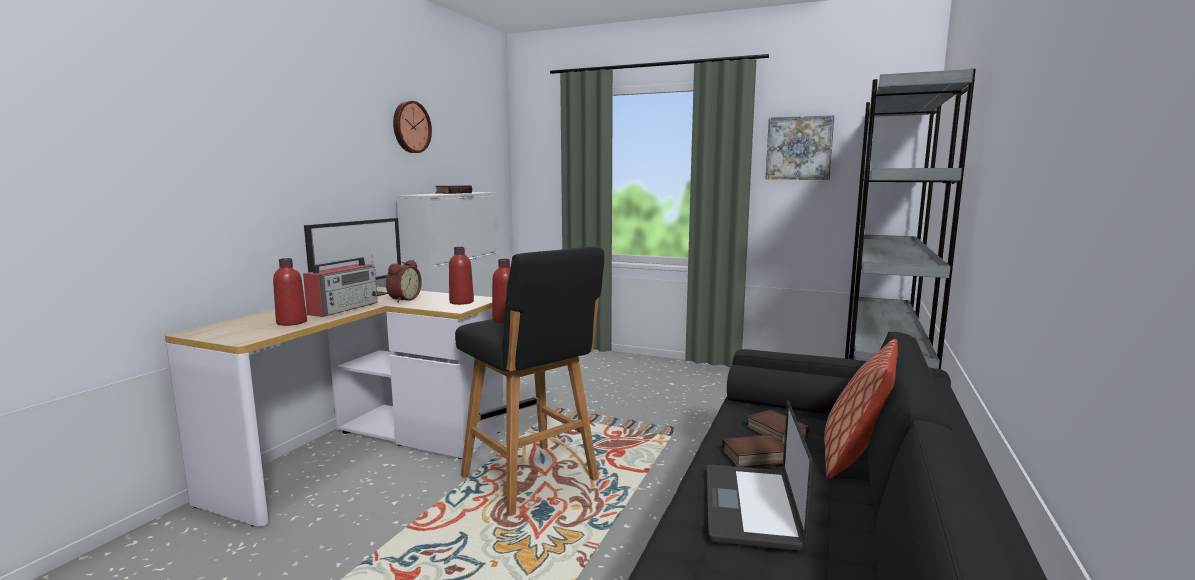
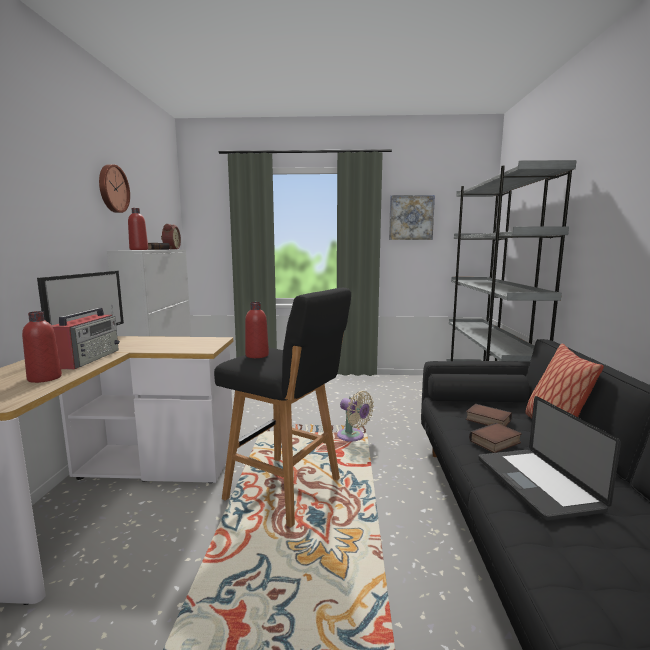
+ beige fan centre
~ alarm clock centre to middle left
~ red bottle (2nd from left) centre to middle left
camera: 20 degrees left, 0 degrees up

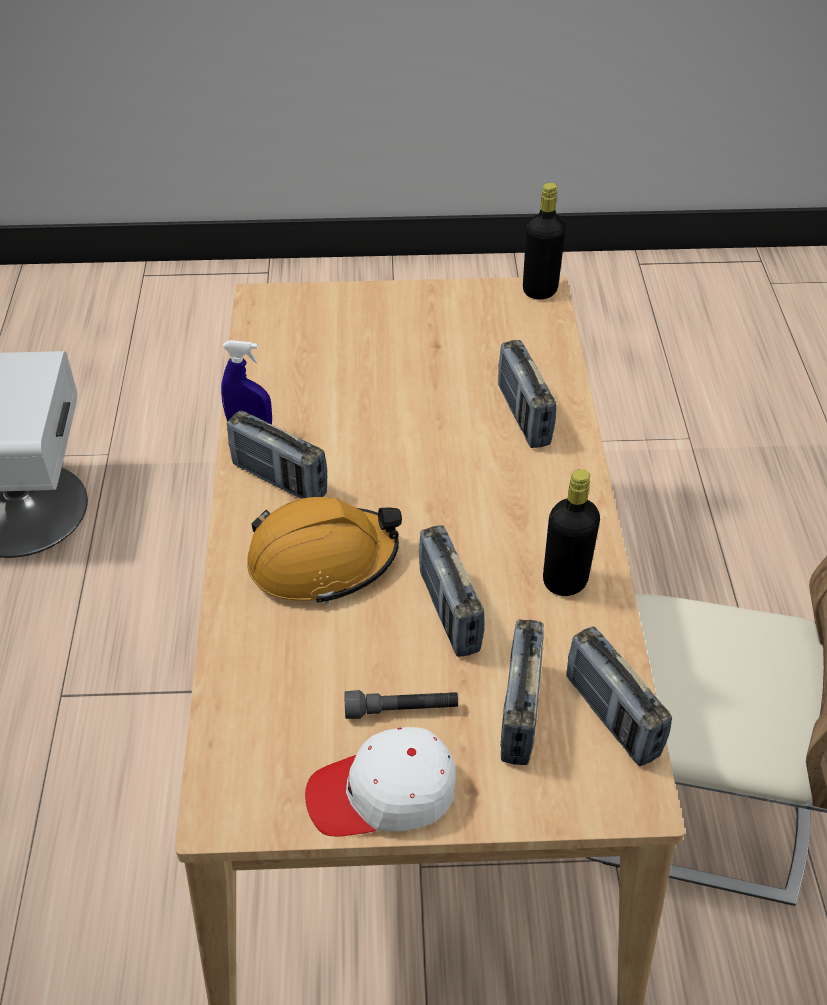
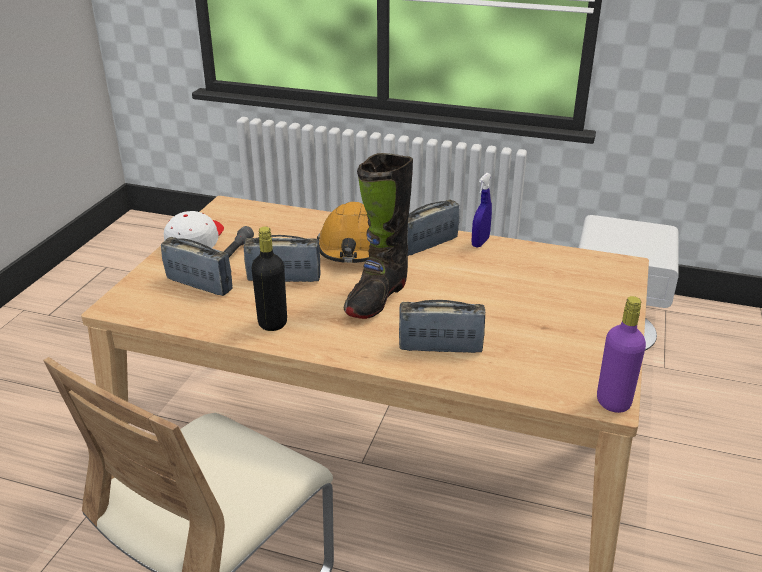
- radio (5th from left) bottom right
+ black boot centre
~ black bottle (1st from left) top centre to purple bottle middle right
camera: 110 degrees right, 15 degrees down

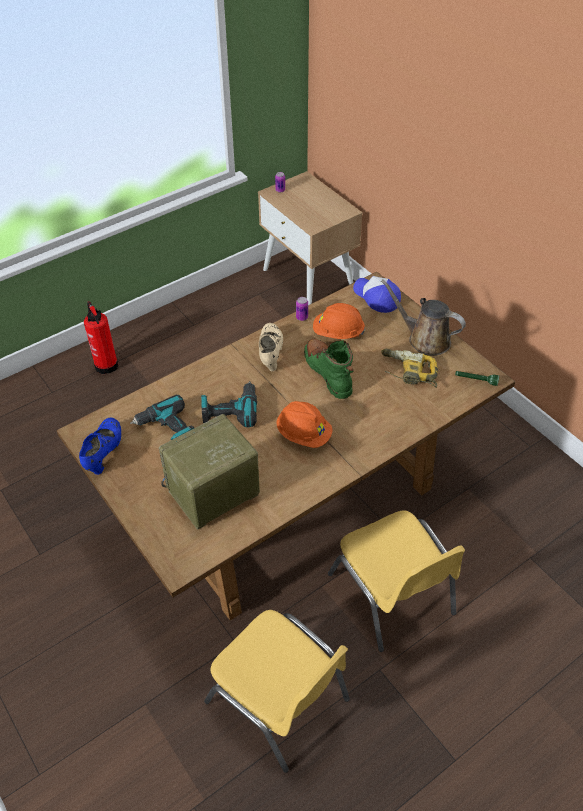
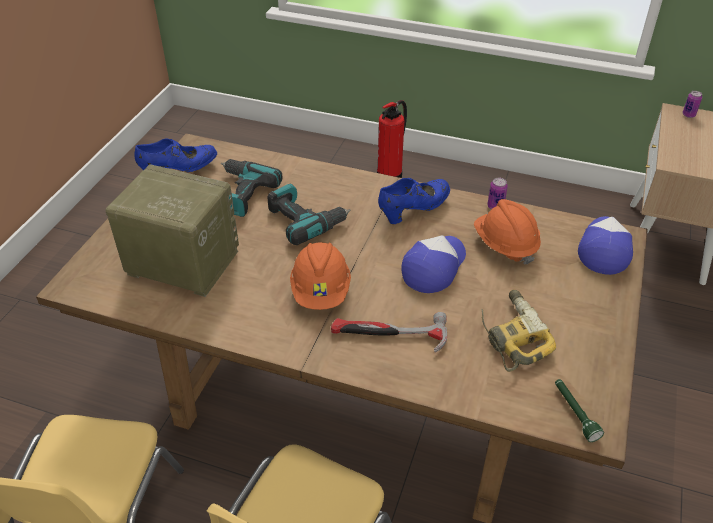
- brown watering can middle right
+ hammer centre
~ green boot centre to cap (1st from left) centre
~ beige shoe centre to blue shoe (2nd from left) centre
camera: 55 degrees right, 5 degrees down

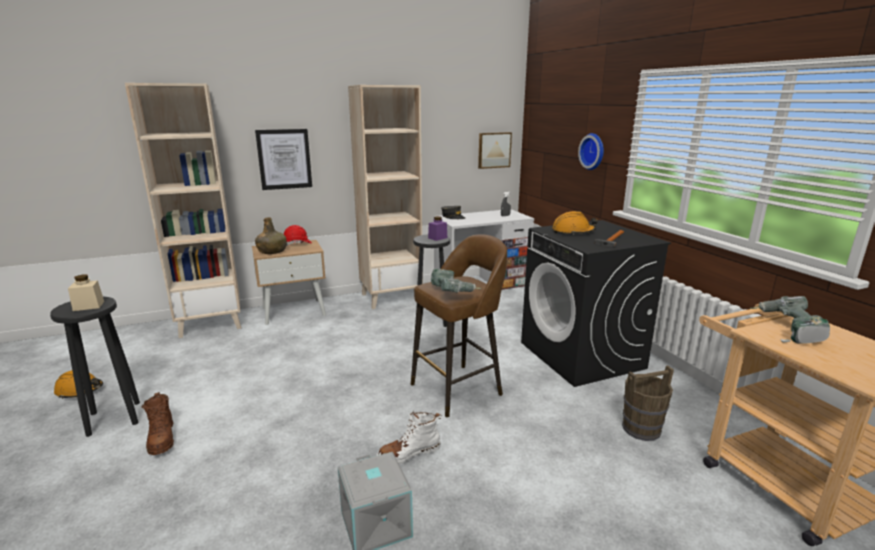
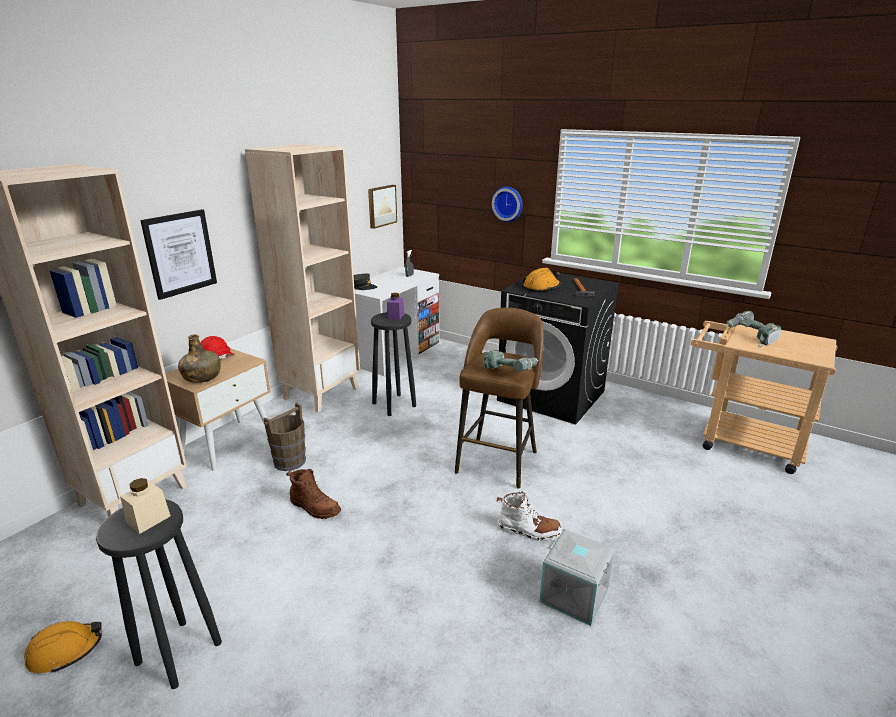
~ brown boot bottom left to bottom centre
~ brown bucket bottom right to middle left
~ white boot bottom centre = bottom centre 105 degrees counterclockwise
camera: 35 degrees left, 5 degrees up

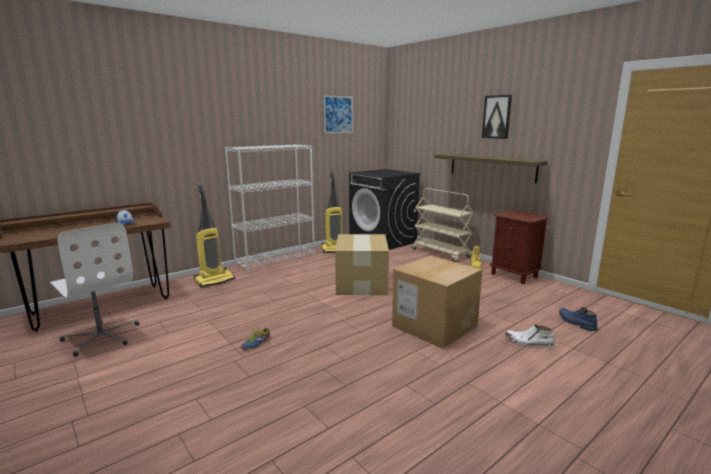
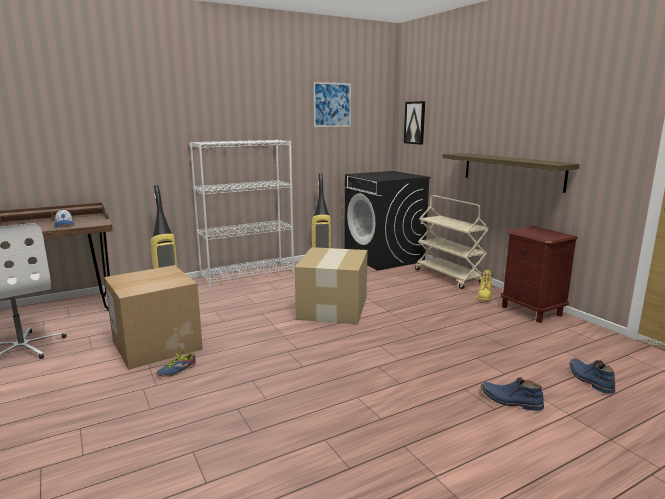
~ cardboard box (2nd from left in the first image) centre to cardboard box (1st from left) middle left
~ picture (2nd from left) top right to top centre
~ white boot bottom right to blue boot (1st from left) bottom right
camera: 10 degrees right, 0 degrees up

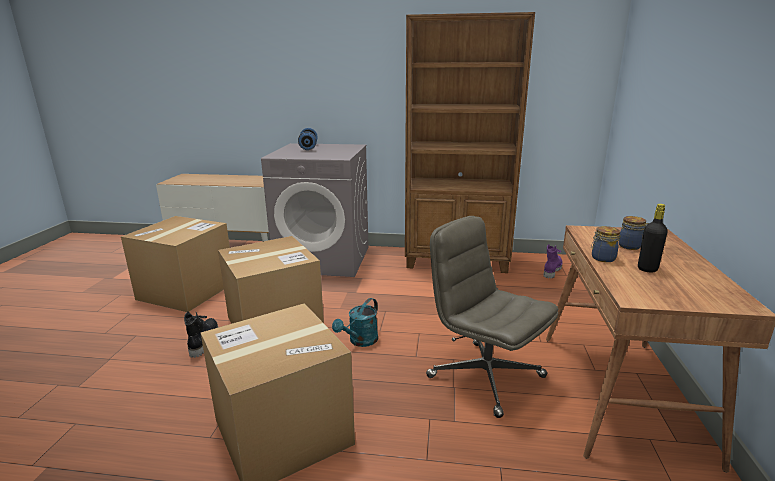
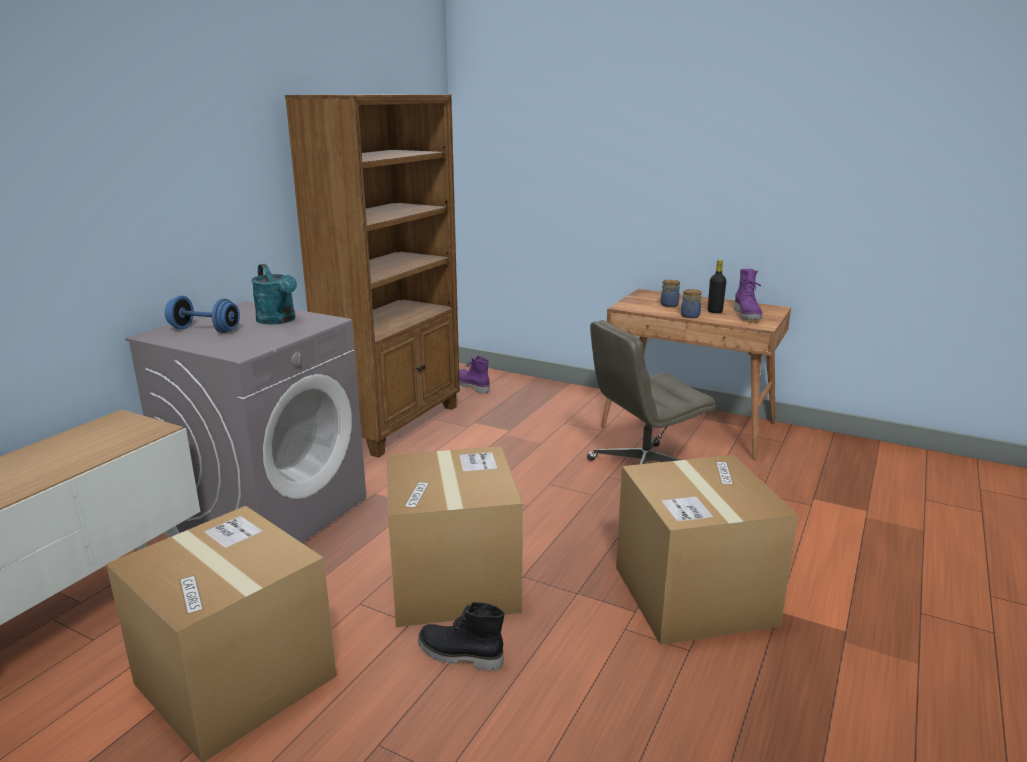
+ purple boot (2nd from left) middle right
~ turquoise watering can bottom centre to middle left
camera: 70 degrees left, 0 degrees up

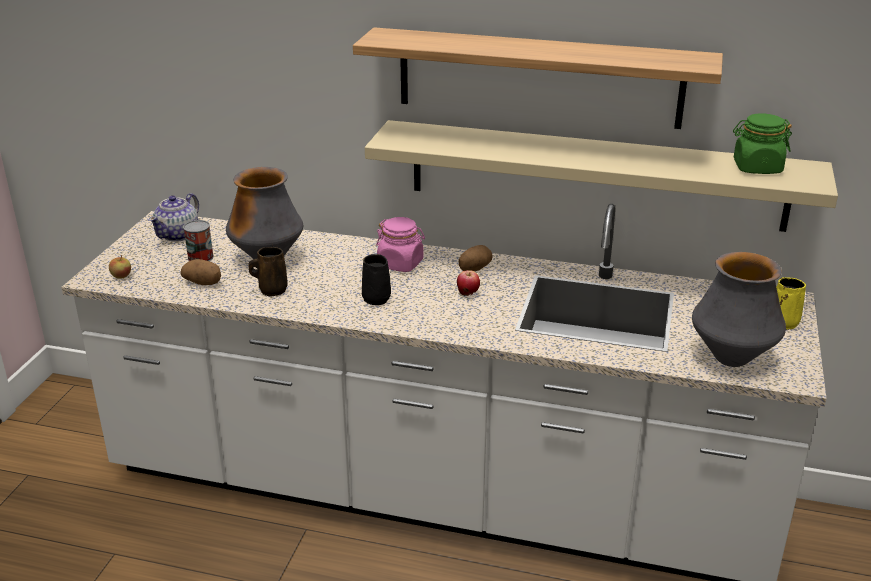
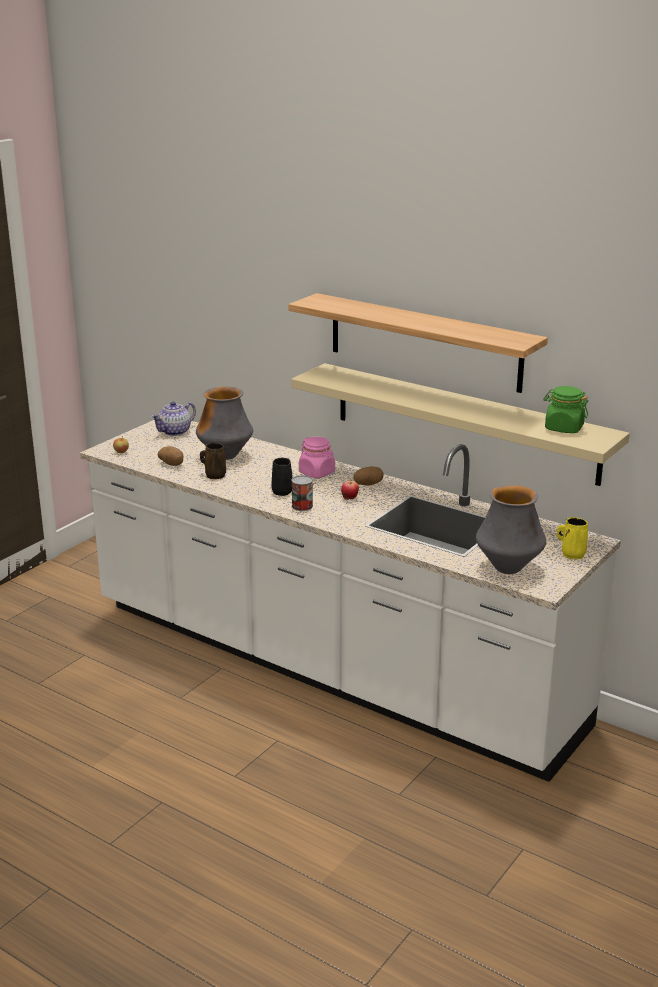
~ can middle left to centre
camera: 20 degrees right, 5 degrees down

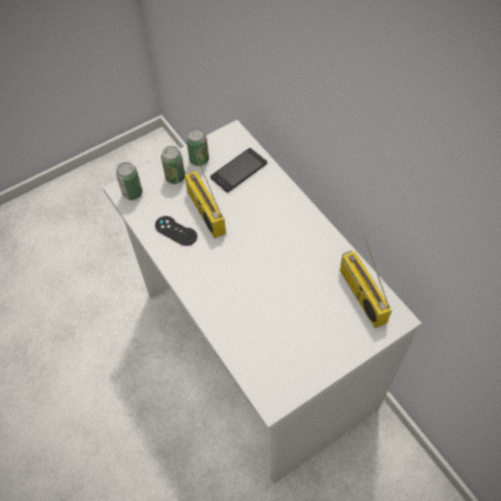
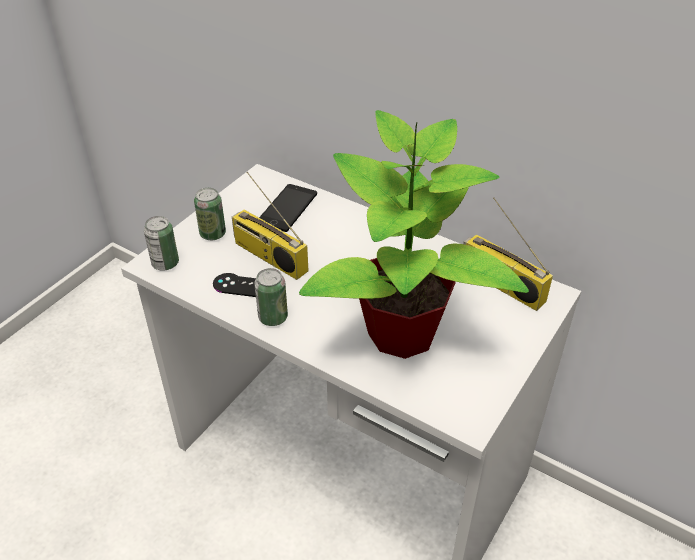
+ potted plant centre
~ can (3rd from left) top centre to centre
camera: 25 degrees left, 15 degrees down

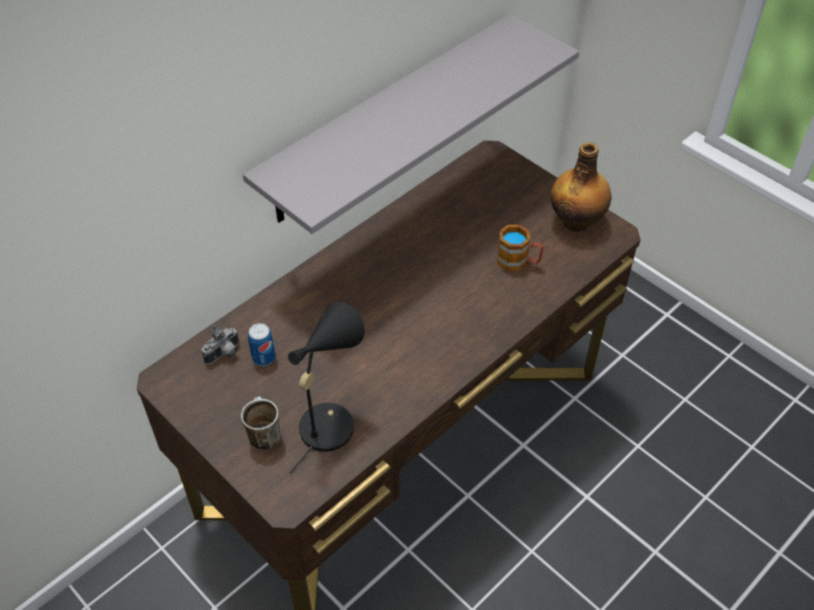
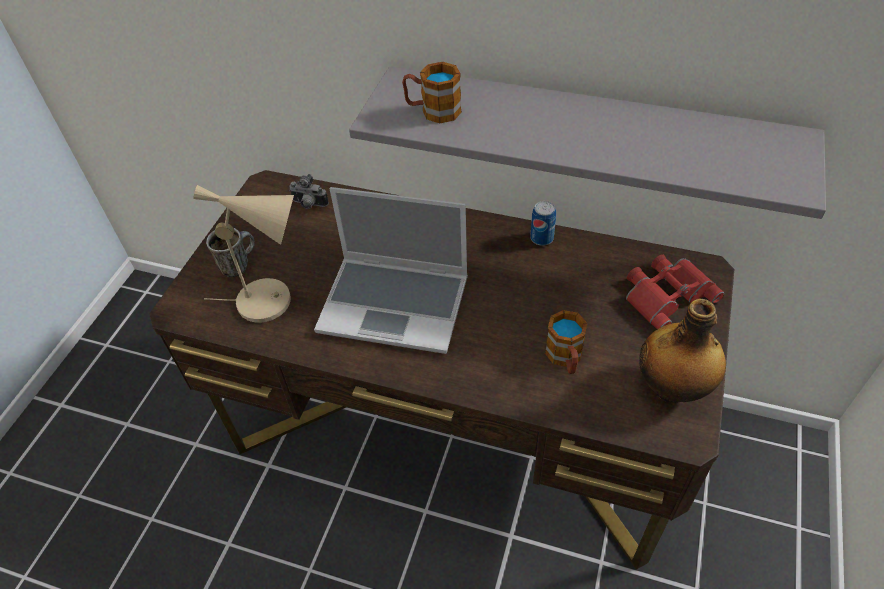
+ laptop centre
+ mug (2nd from left) top centre
+ red binoculars middle right
~ can middle left to centre
~ black table lamp centre to beige table lamp middle left
camera: 65 degrees right, 0 degrees up

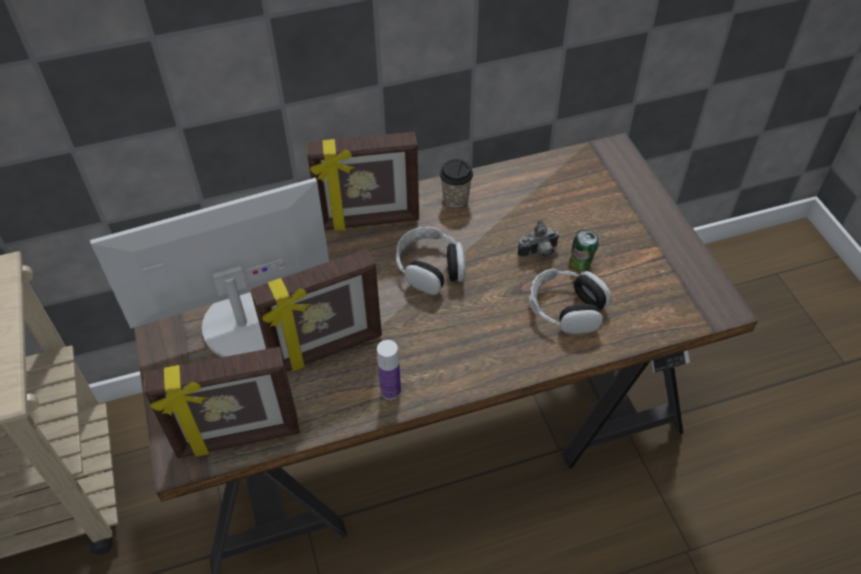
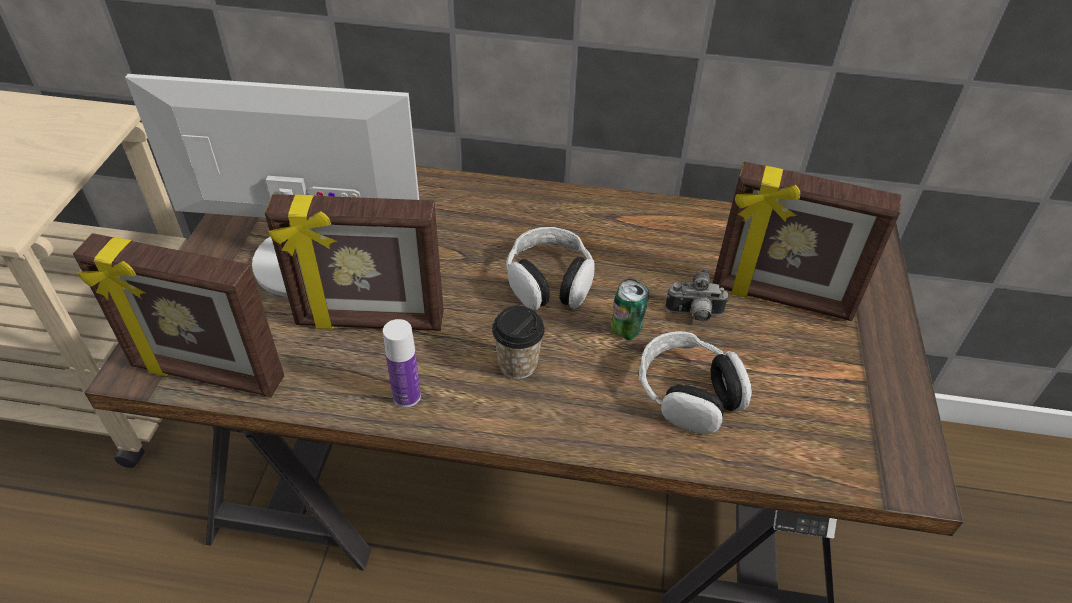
~ picture frame (3rd from left) top centre to middle right
~ cup top centre to centre
~ can middle right to centre
camera: 25 degrees right, 5 degrees down

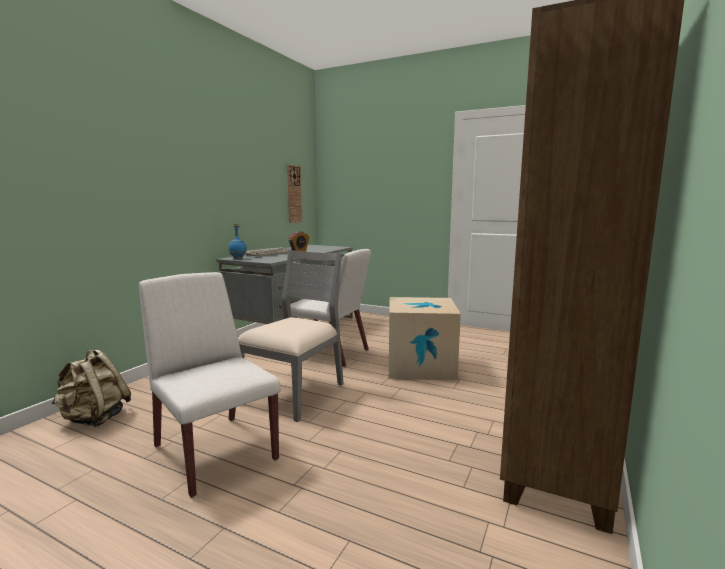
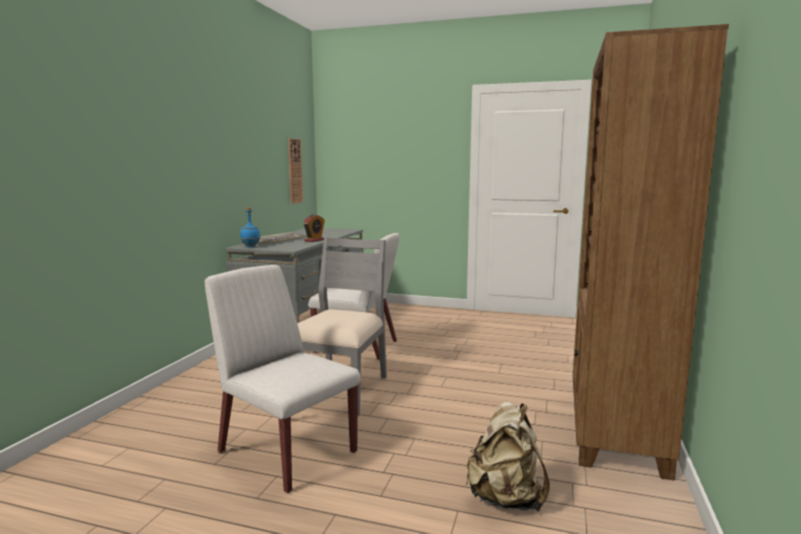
- cardboard box centre
~ beige backpack bottom left to bottom centre
camera: 10 degrees left, 0 degrees up

